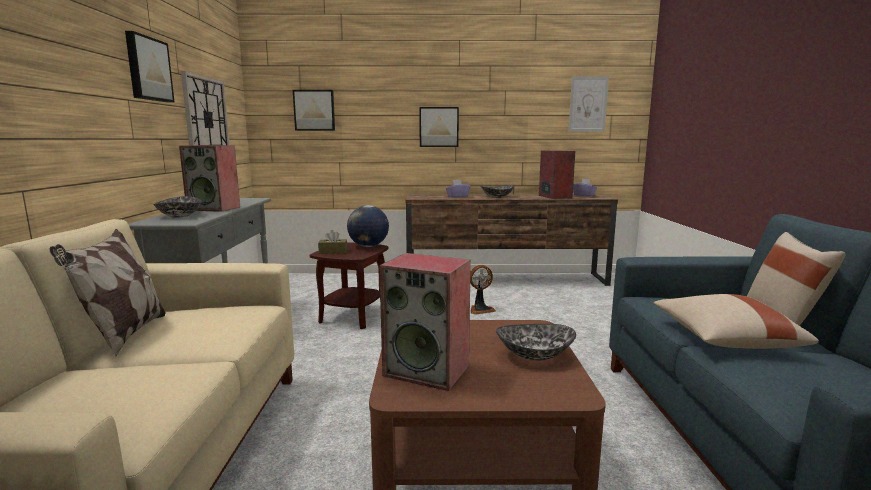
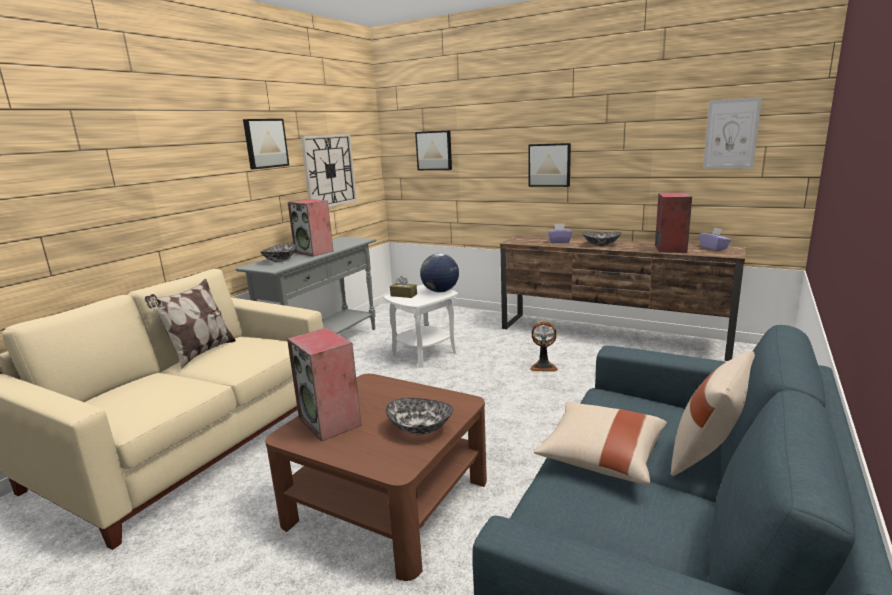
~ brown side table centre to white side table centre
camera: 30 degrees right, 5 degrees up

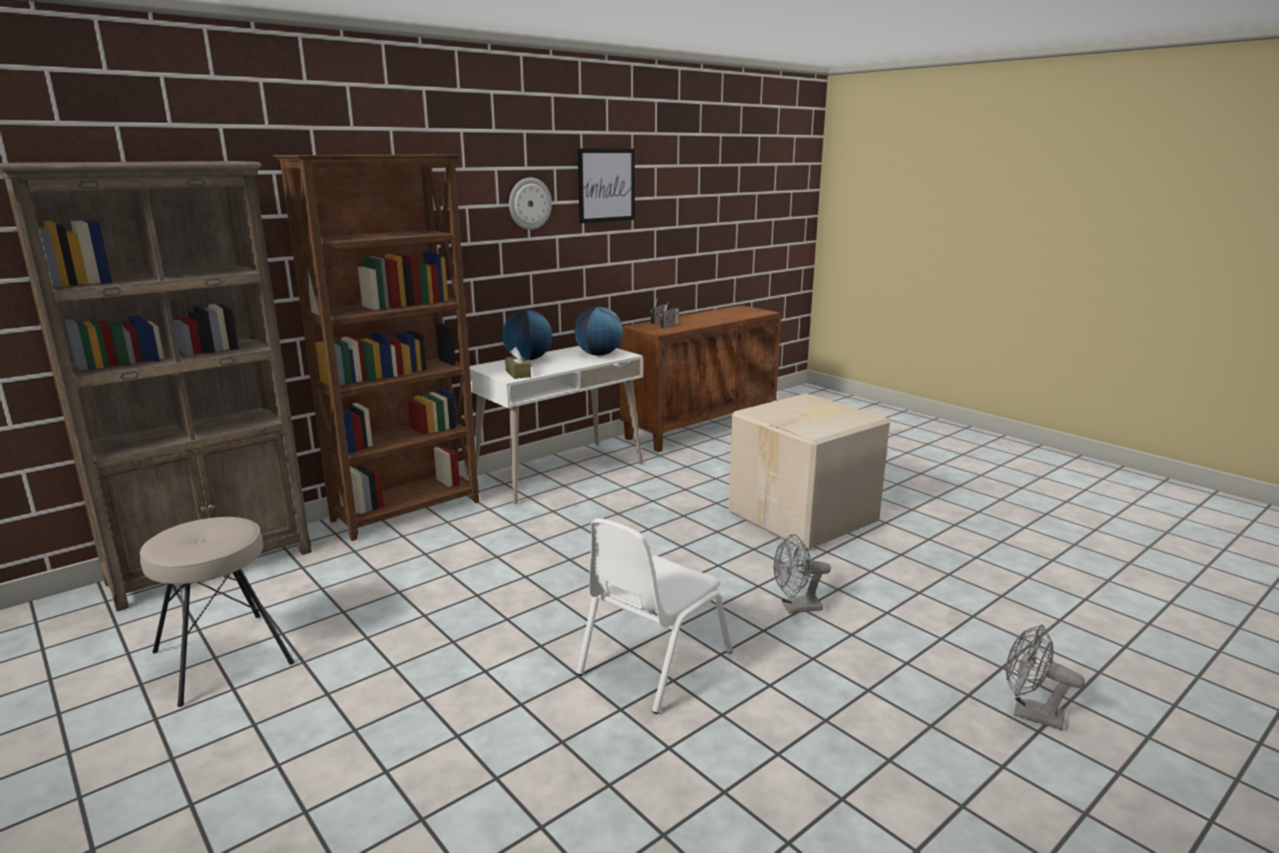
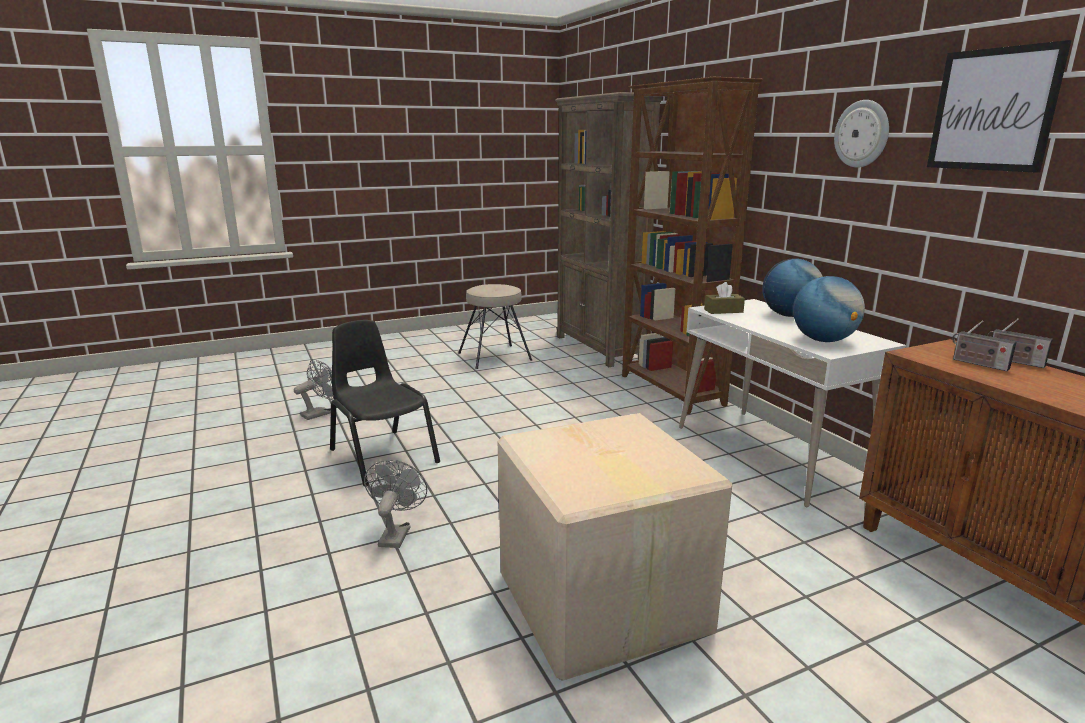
~ grey fan (2nd from left in the first image) bottom right to grey fan (1st from left) middle left
~ white chair bottom centre to black chair centre
camera: 105 degrees right, 0 degrees up

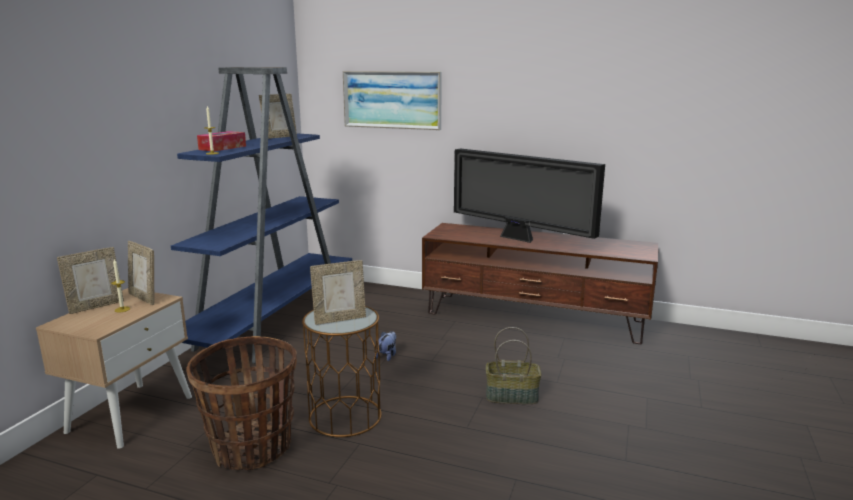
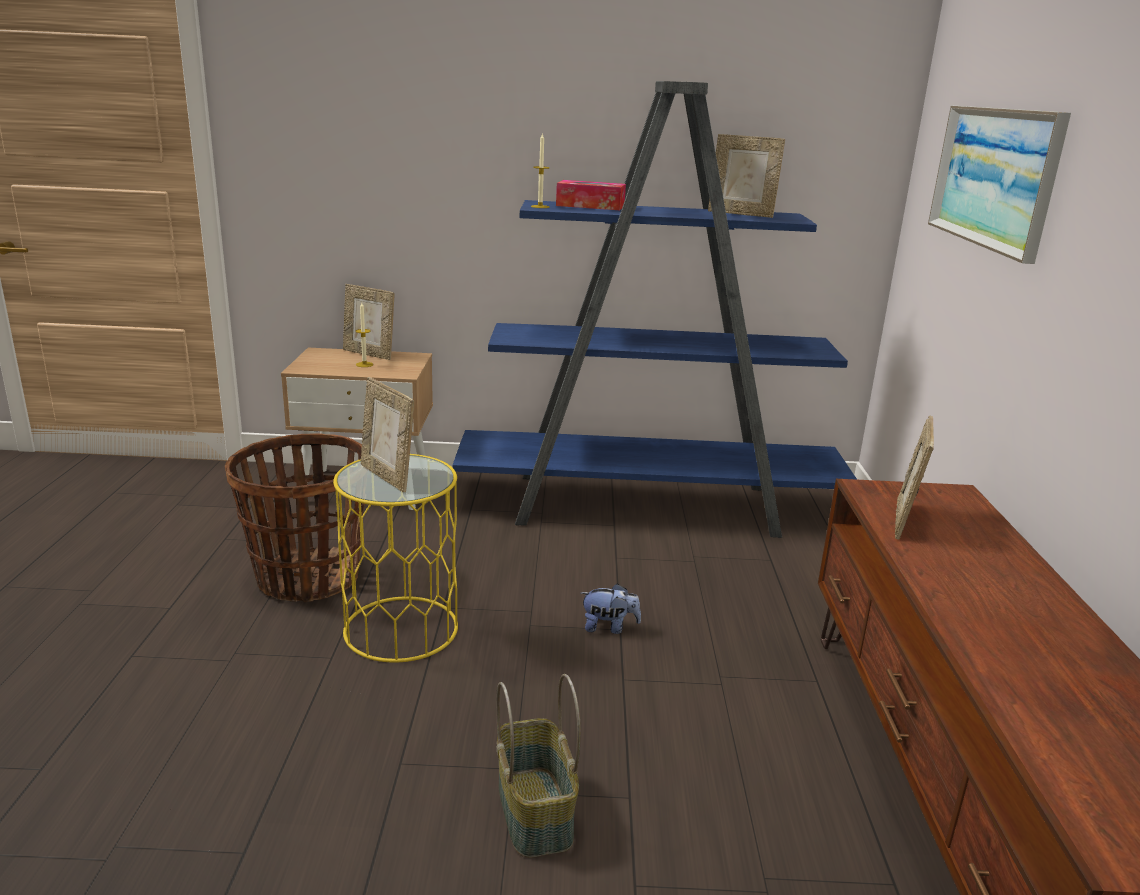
- television centre
~ picture frame (2nd from left in the first image) middle left to picture frame (4th from left) middle right
~ brown side table bottom centre to yellow side table centre
camera: 70 degrees right, 5 degrees up

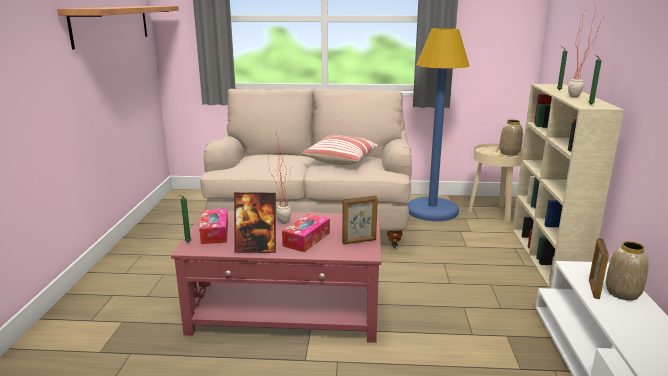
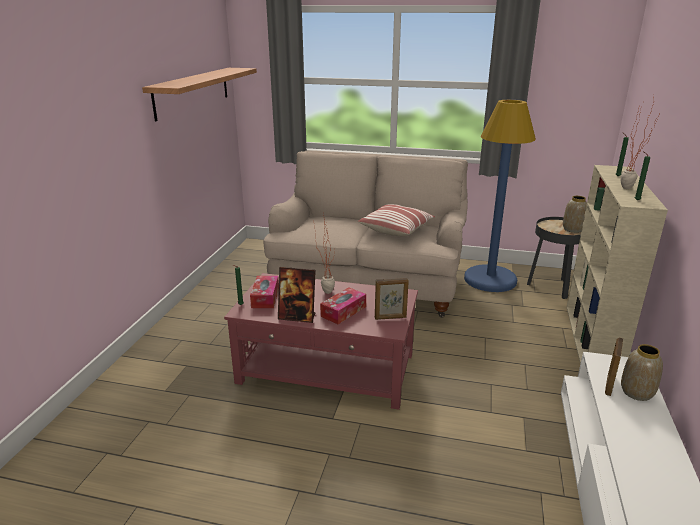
~ beige side table middle right to black side table middle right
camera: 10 degrees right, 5 degrees up

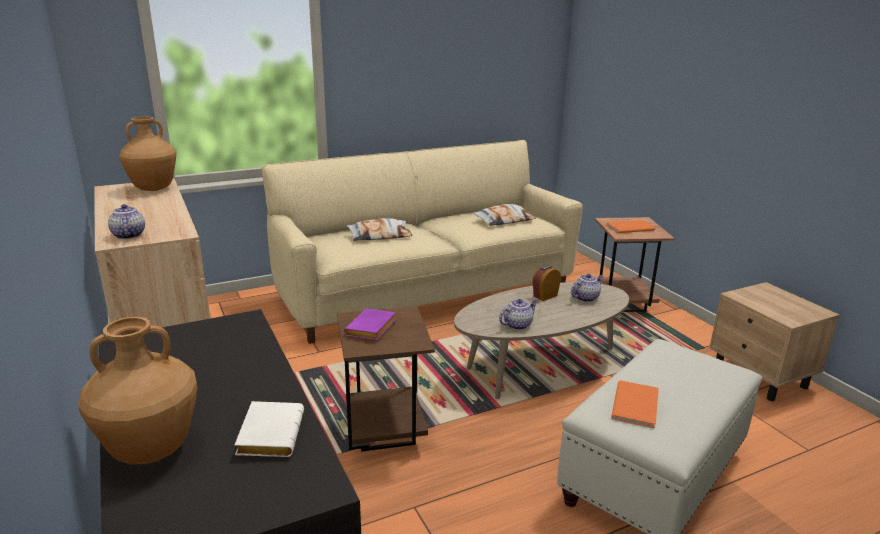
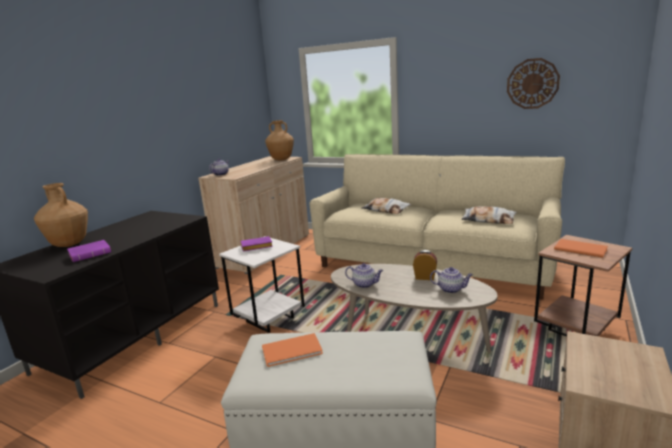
+ wall clock top right
~ white book bottom left to purple book (1st from left) middle left
~ brown side table (1st from left) bottom centre to white side table centre
camera: 55 degrees right, 5 degrees down

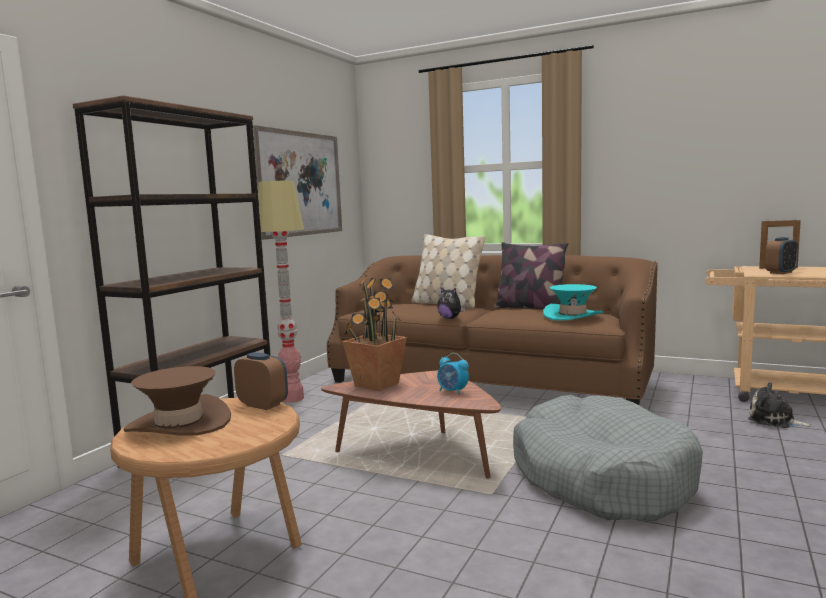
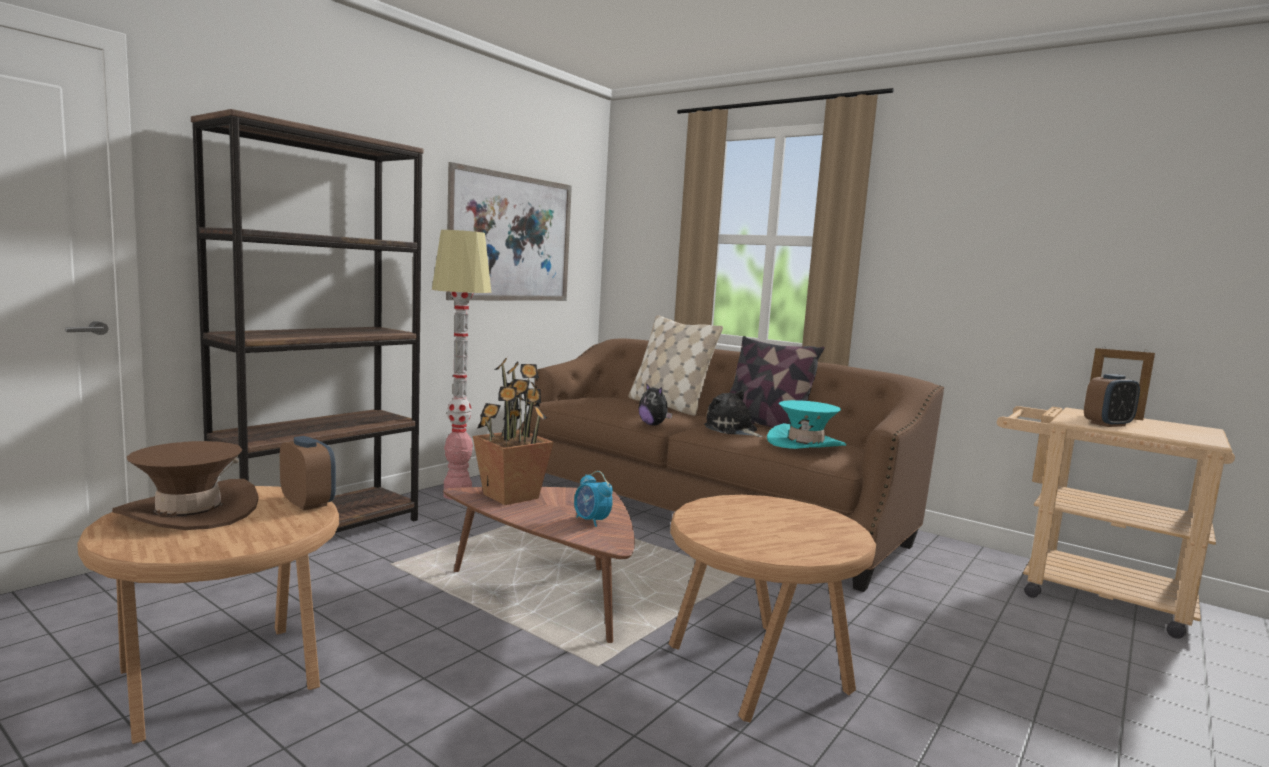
~ plush toy (2nd from left) bottom right to centre
~ grey dog bed bottom right to brown side table (2nd from left) bottom centre
camera: 10 degrees right, 0 degrees up

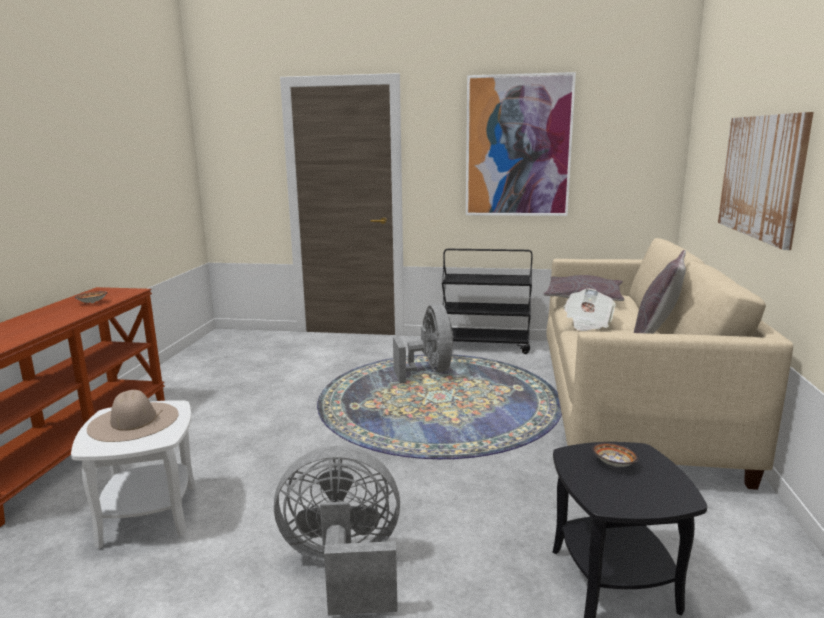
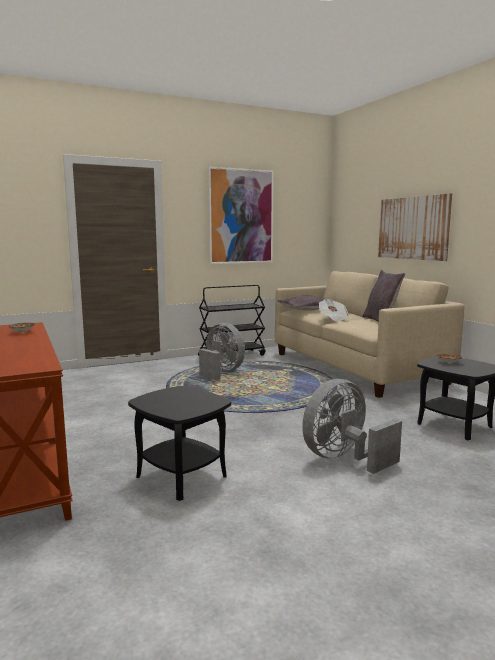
- beige hat bottom left
~ white side table bottom left to black side table (1st from left) bottom centre
camera: 35 degrees left, 5 degrees down

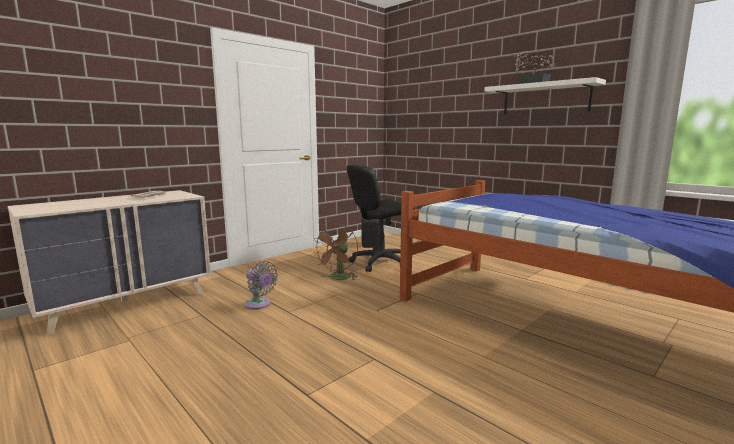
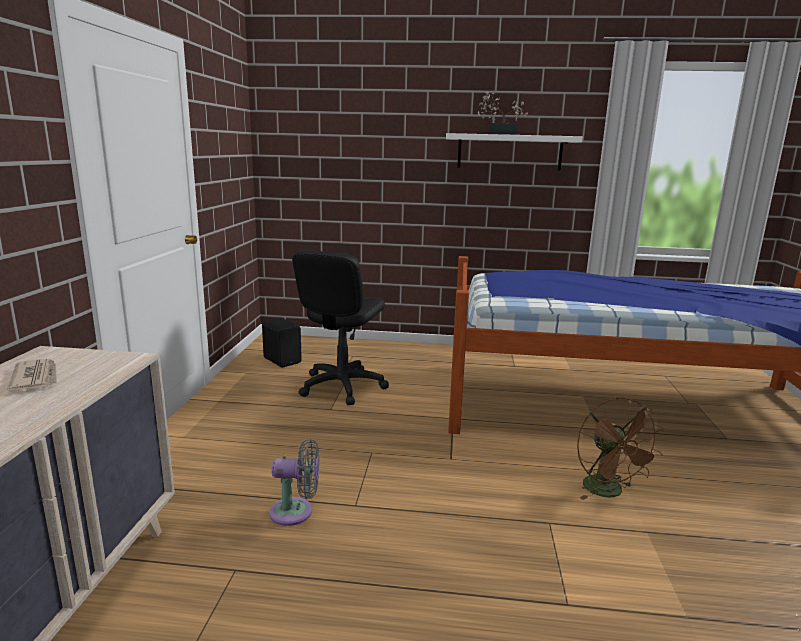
~ brown fan centre to bottom right
camera: 40 degrees left, 5 degrees up

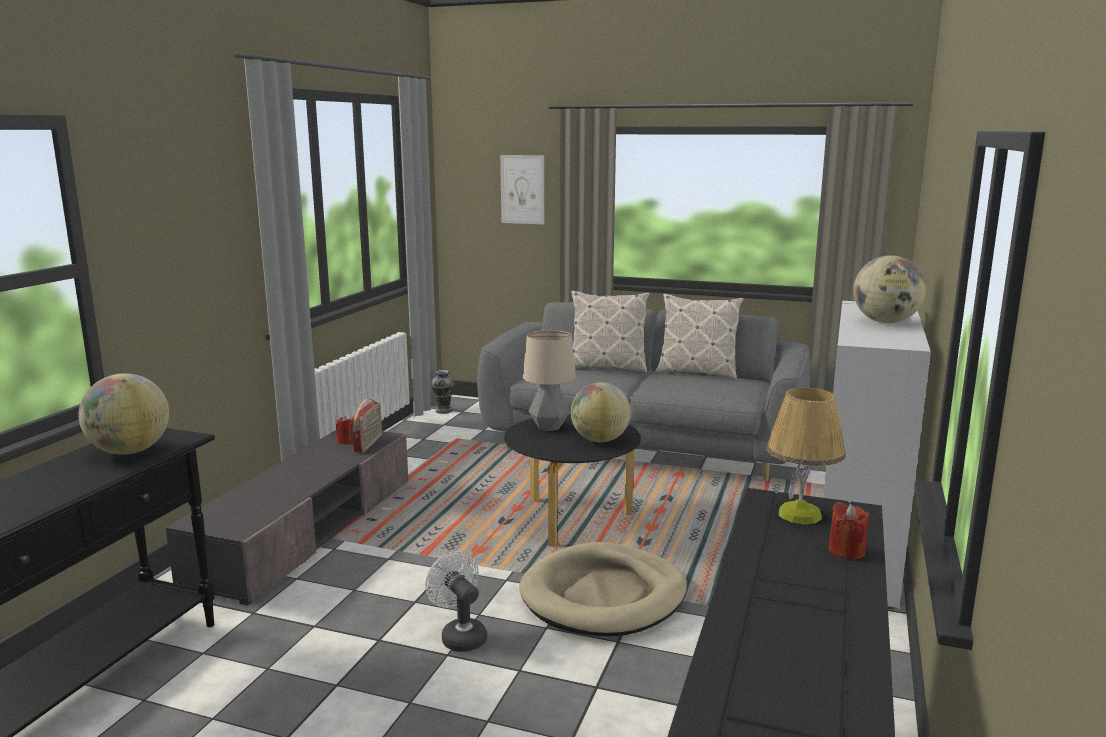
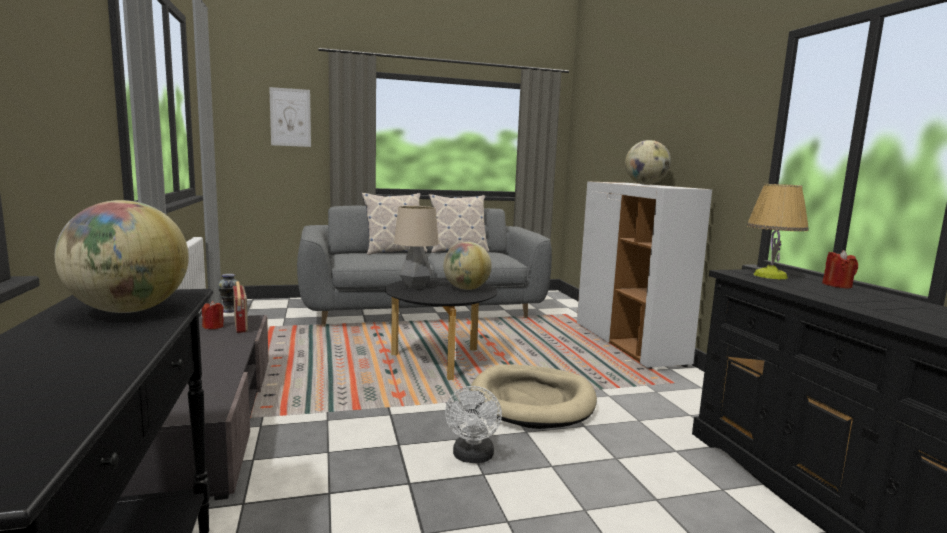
~ white fan bottom centre = bottom centre 105 degrees counterclockwise
camera: 35 degrees left, 5 degrees down

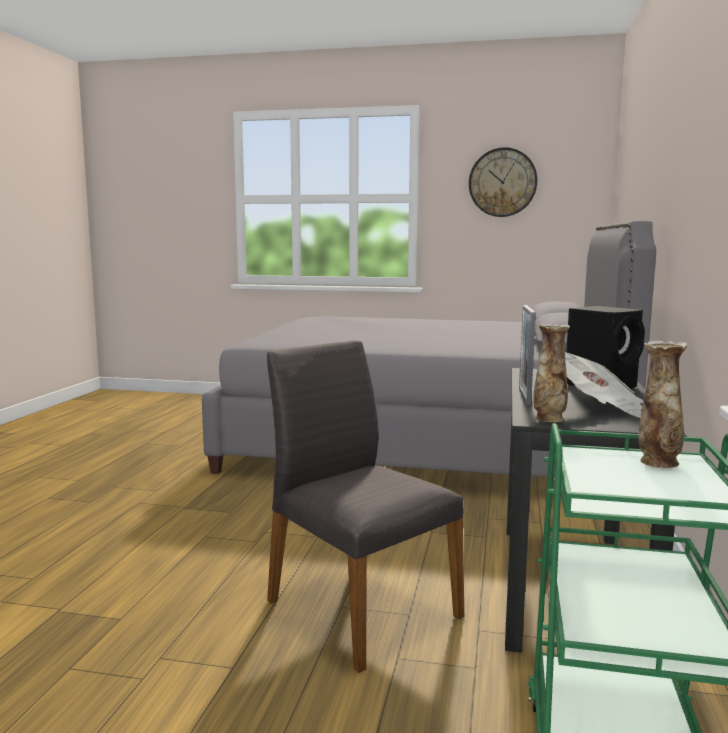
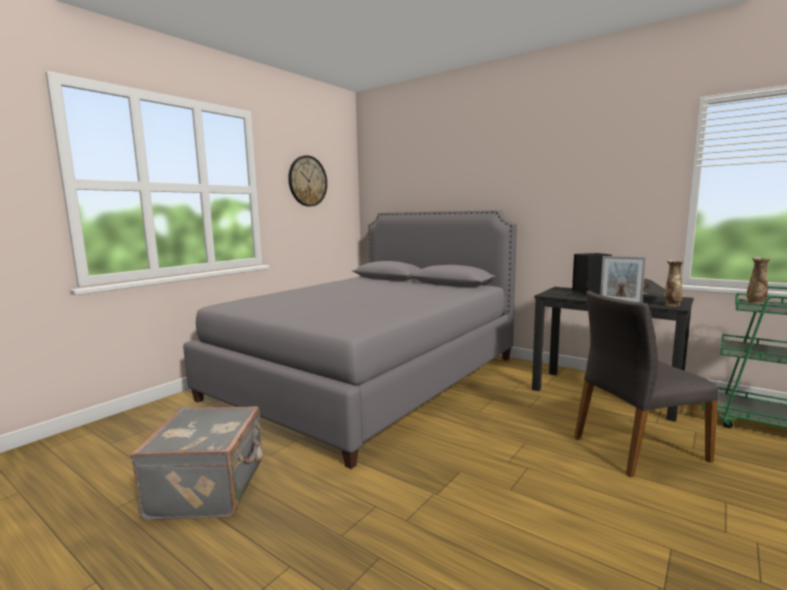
+ grey suitcase bottom left
camera: 65 degrees left, 0 degrees up

